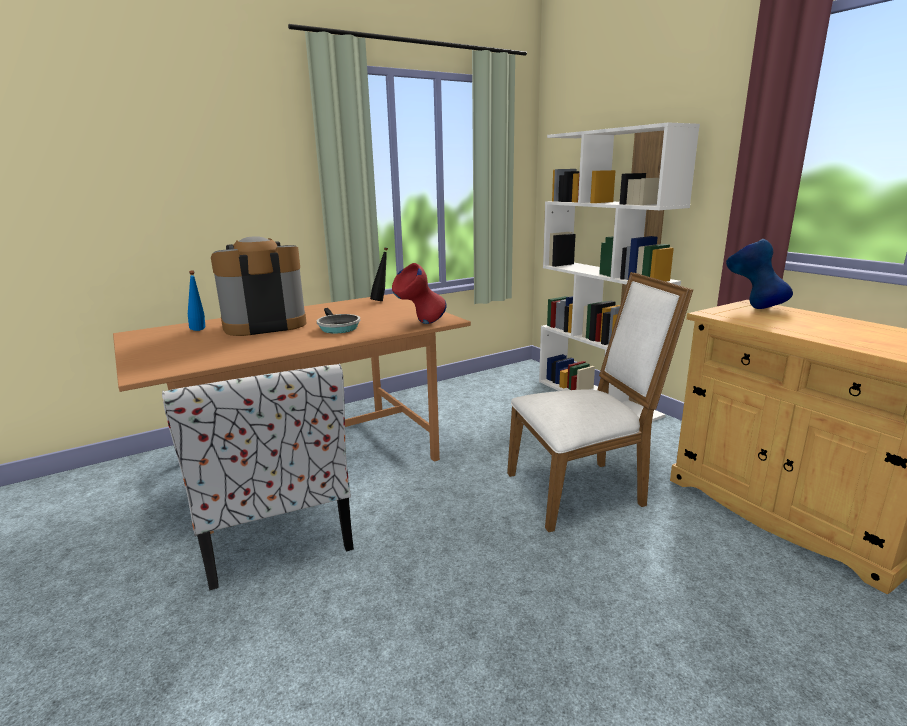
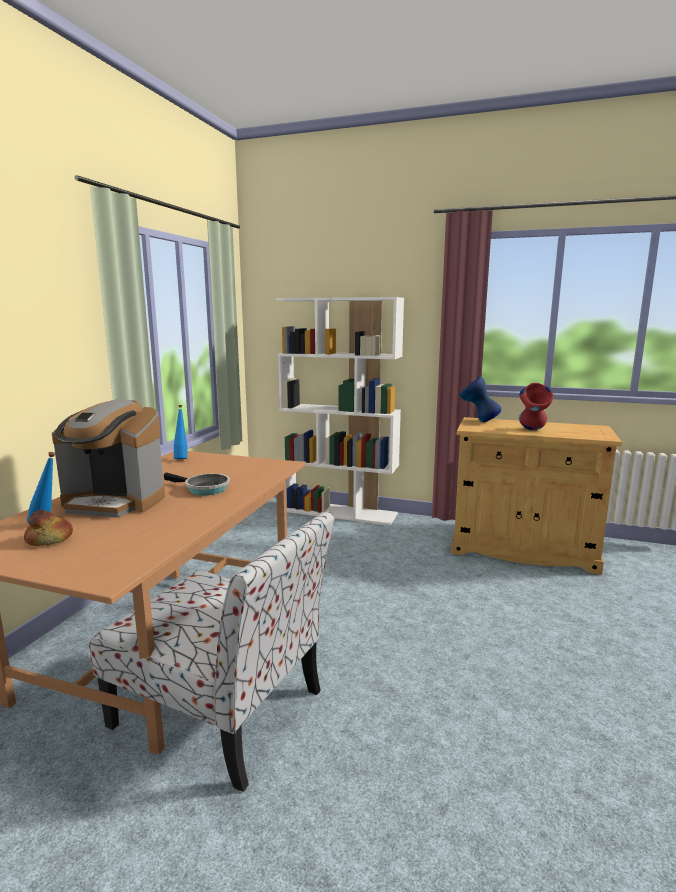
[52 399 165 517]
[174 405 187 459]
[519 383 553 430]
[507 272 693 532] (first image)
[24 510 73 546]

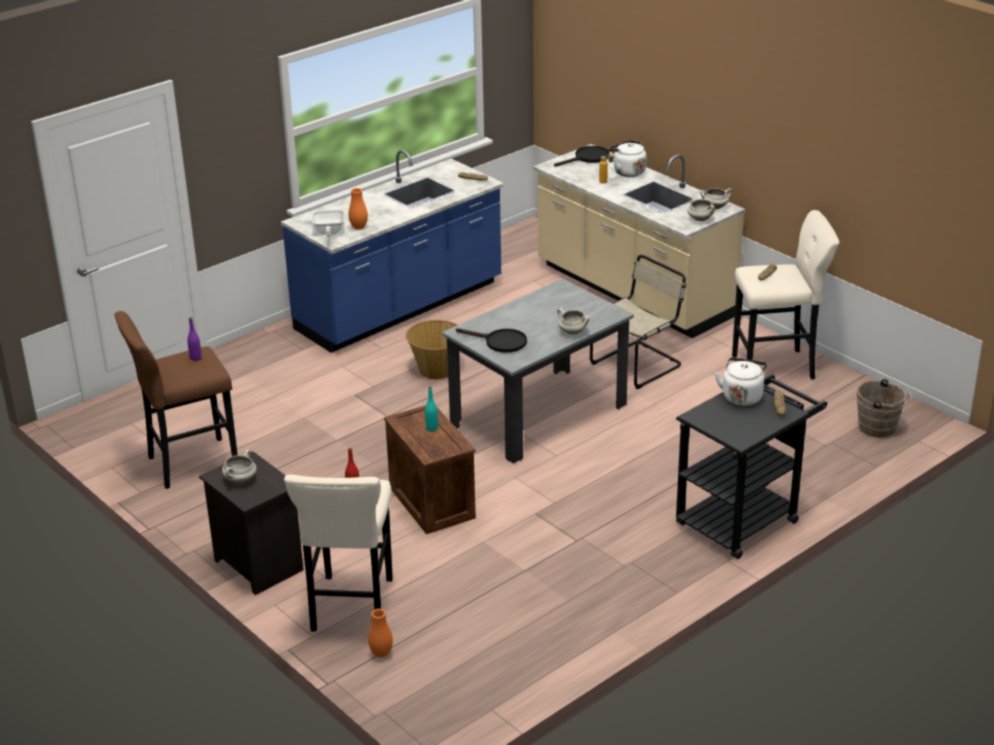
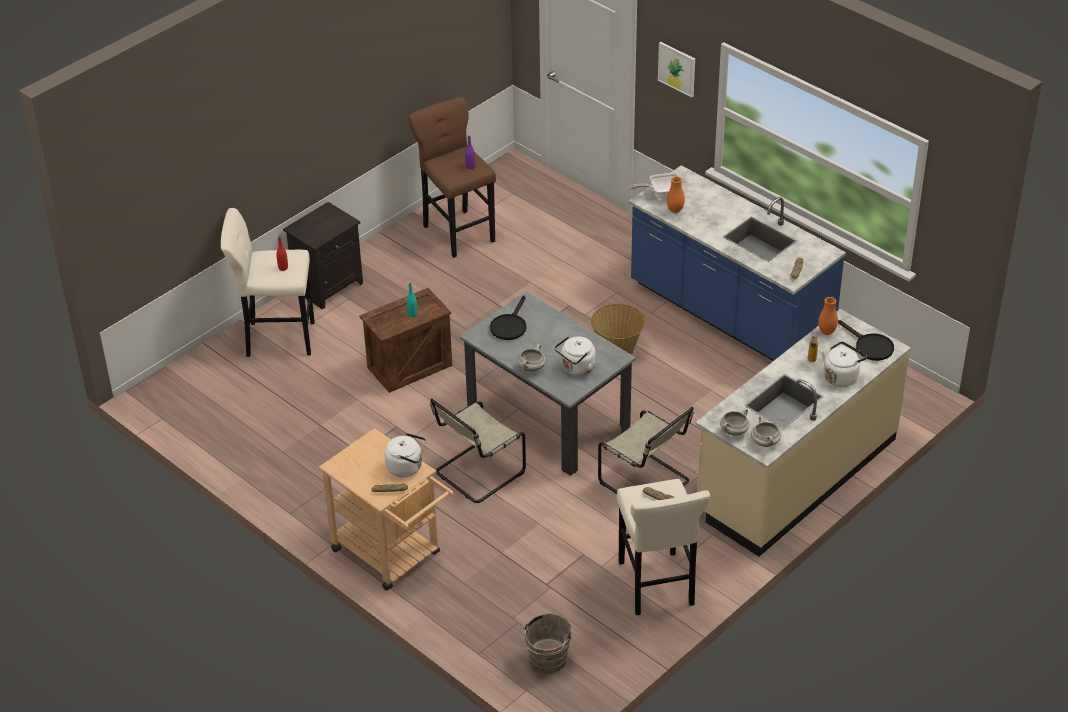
[318 428 454 591]
[222 450 257 483] (first image)
[818 297 838 335]
[658 42 695 98]
[554 336 596 375]
[430 398 526 503]

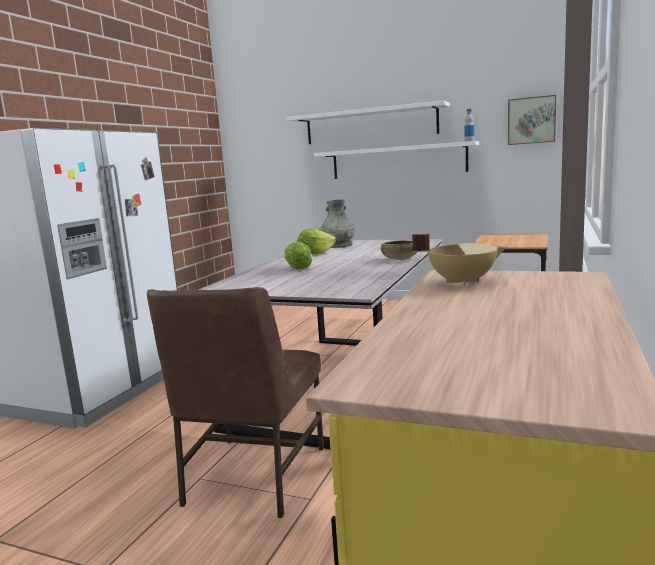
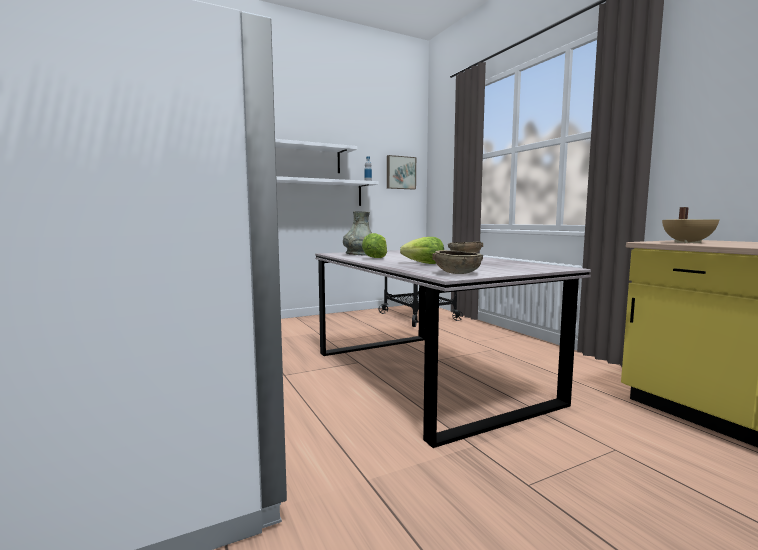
[147 287 324 518] (first image)
[432 250 483 274]

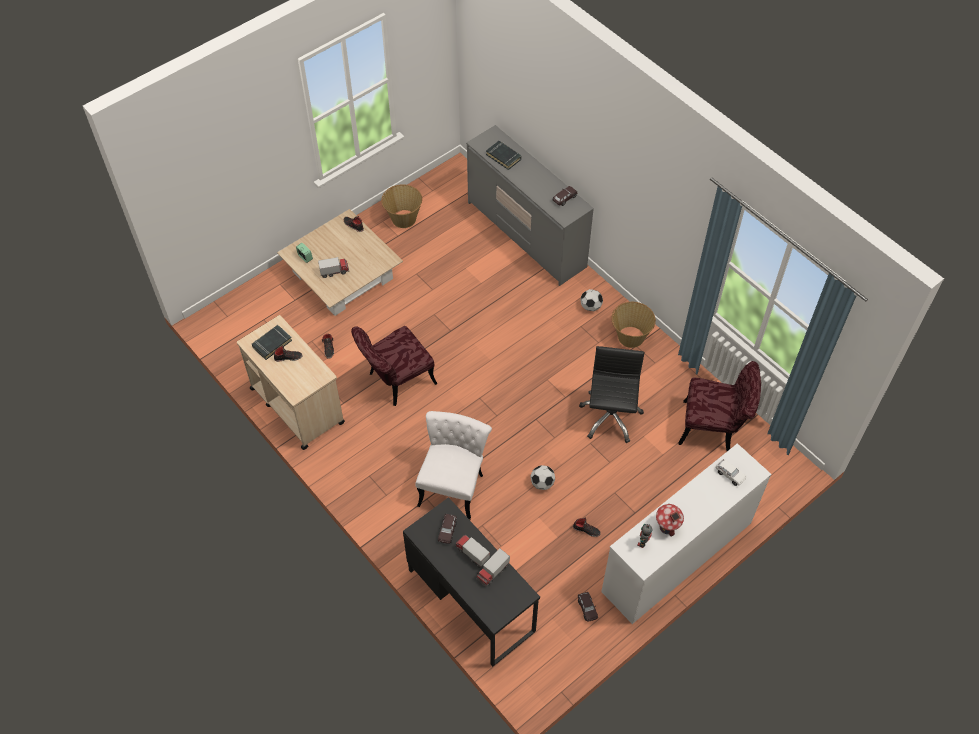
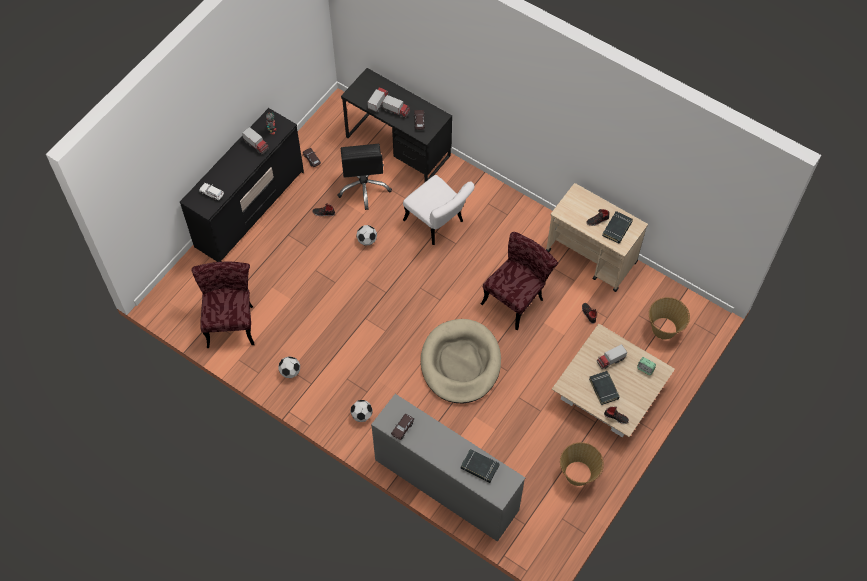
[649 297 690 340]
[337 144 392 210]
[192 262 254 348]
[403 175 474 245]
[180 108 304 262]
[242 127 269 154]
[421 319 501 403]
[279 356 300 378]
[589 371 620 405]

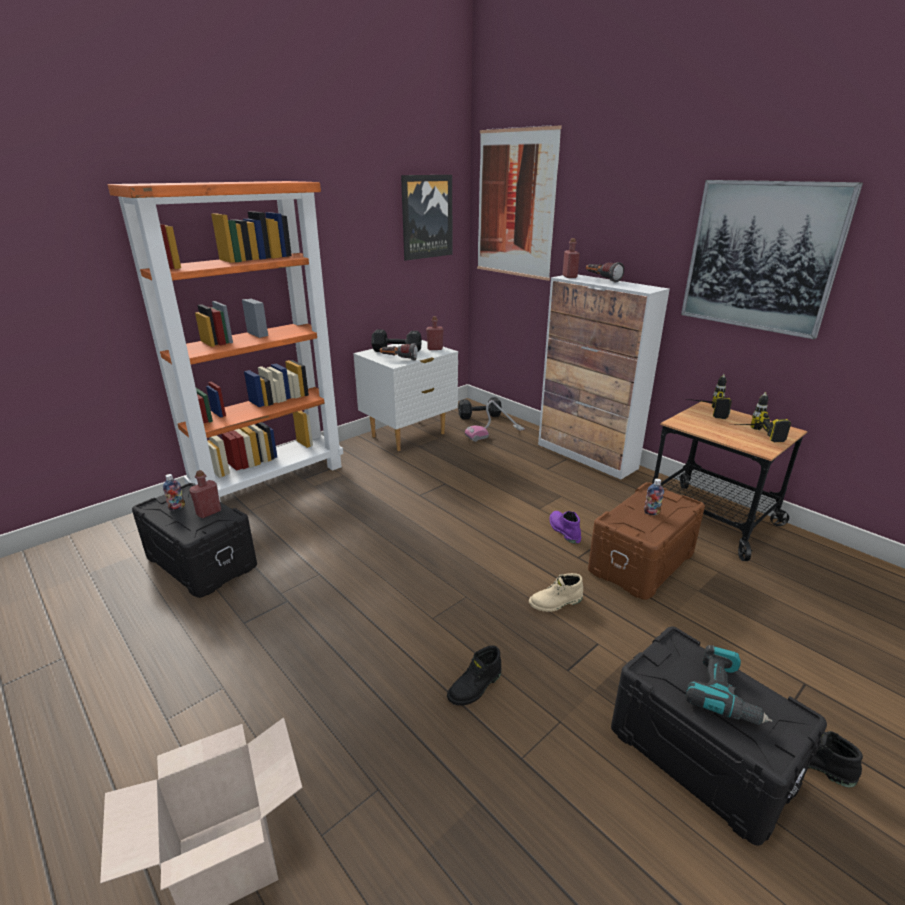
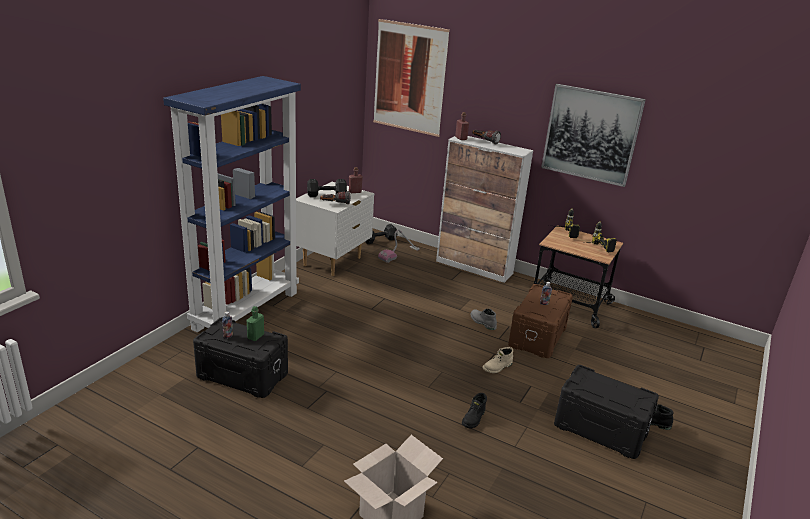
[401 175 452 261] (first image)
[163 76 301 332]
[247 306 264 341]
[470 309 497 330]
[685 645 773 725] (first image)

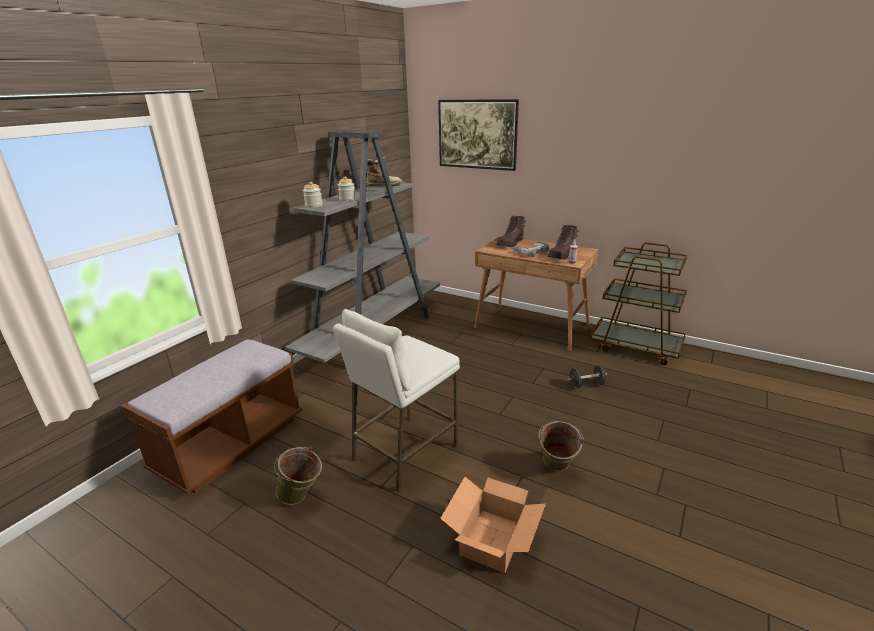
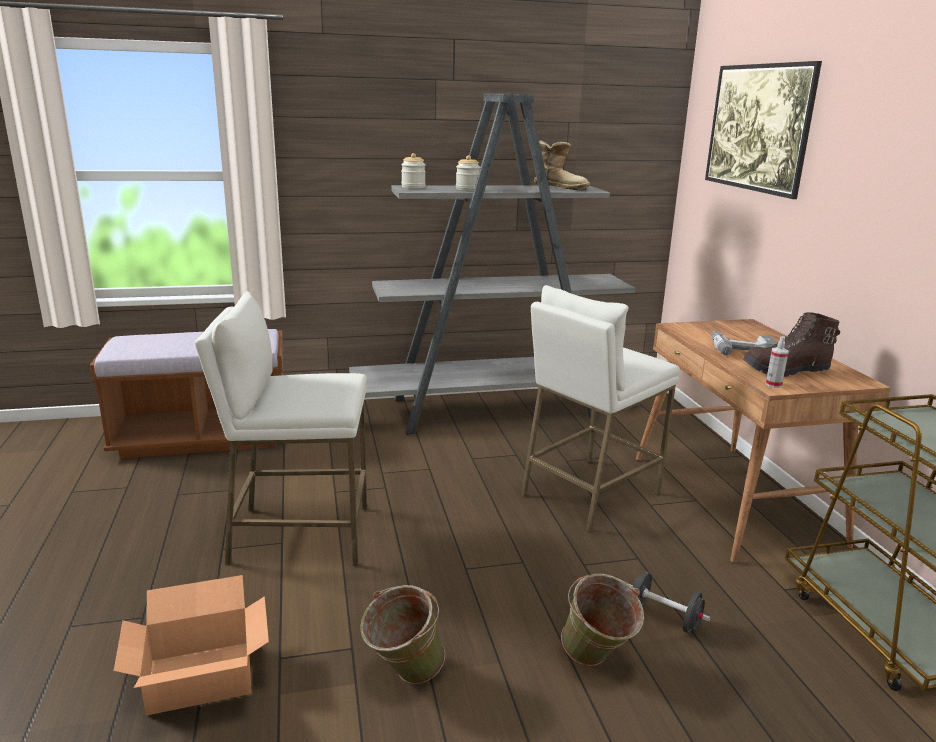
[496 216 526 248] (first image)
[561 574 644 666]
[521 285 680 532]

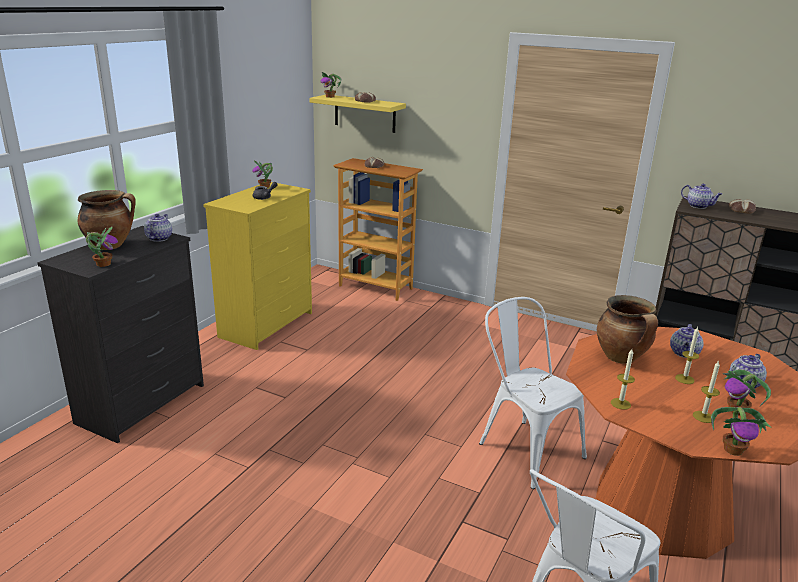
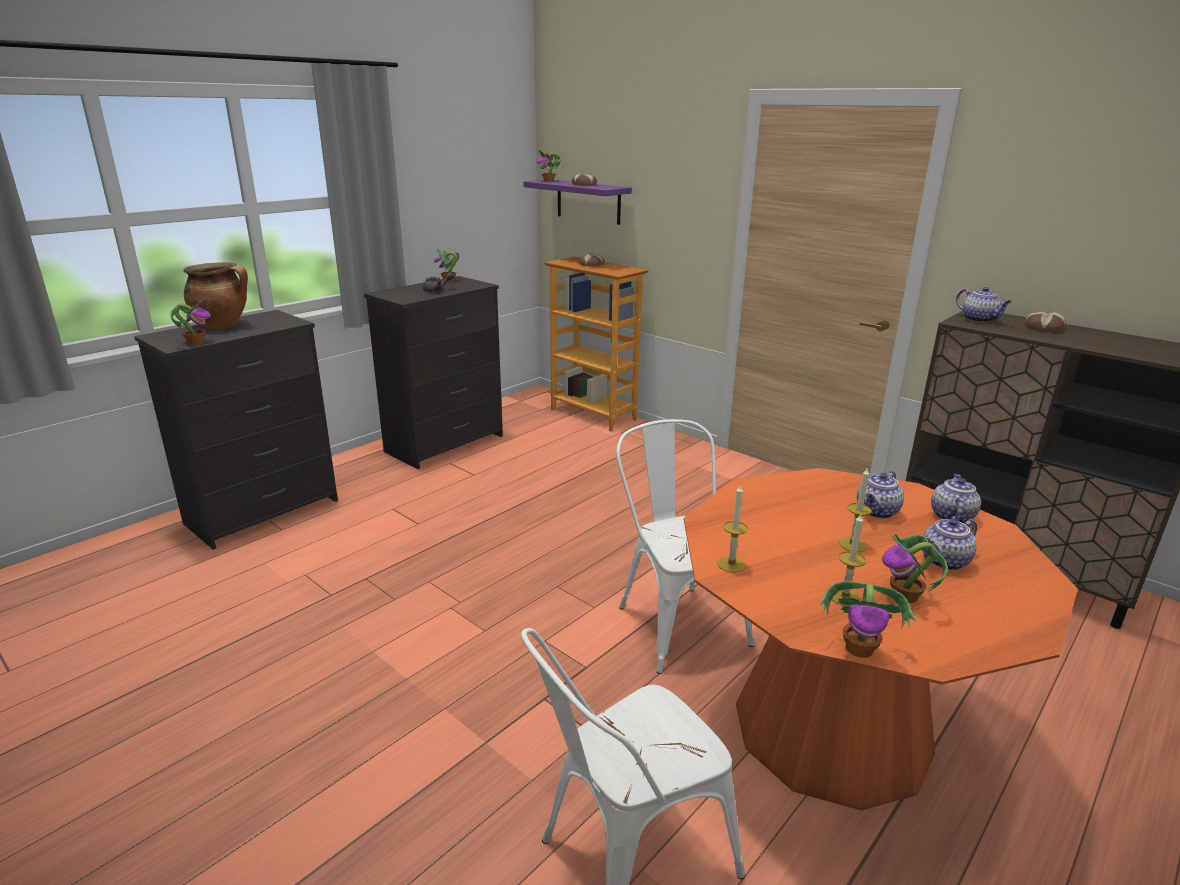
[523 180 632 225]
[364 276 503 469]
[931 474 981 524]
[597 295 658 364] (first image)

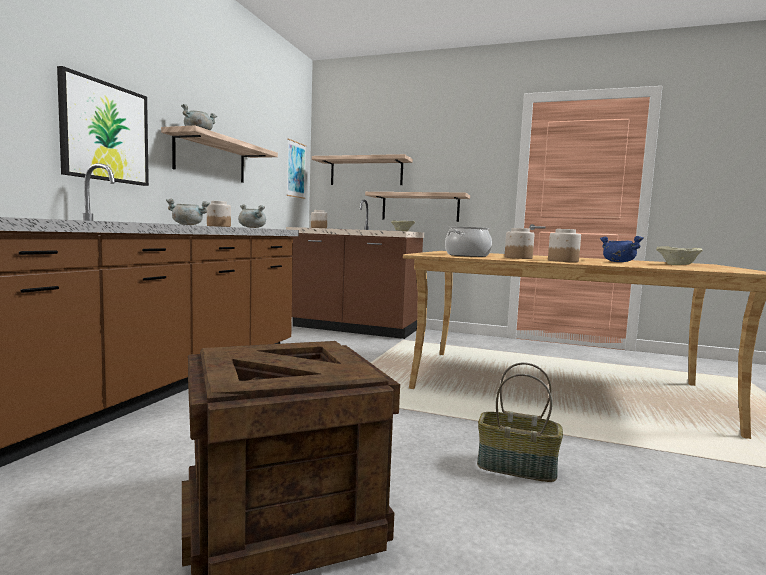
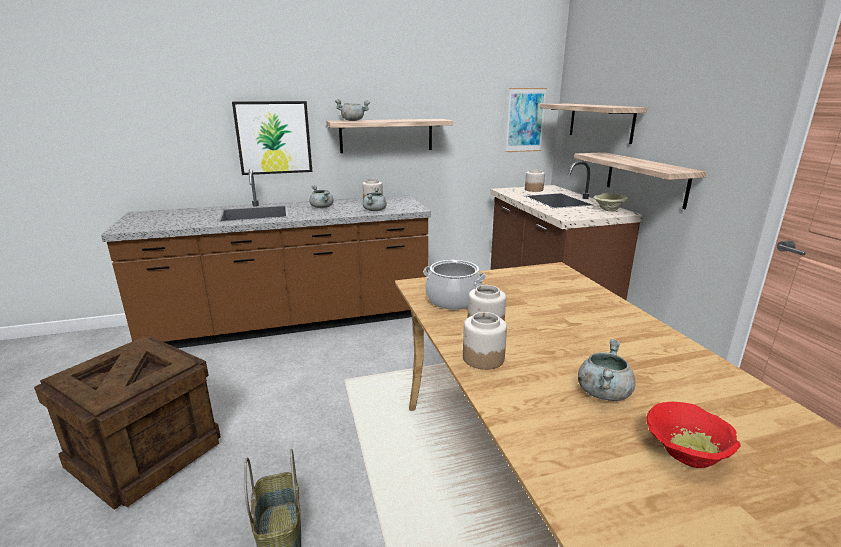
[578 339 636 401]
[646 401 741 468]

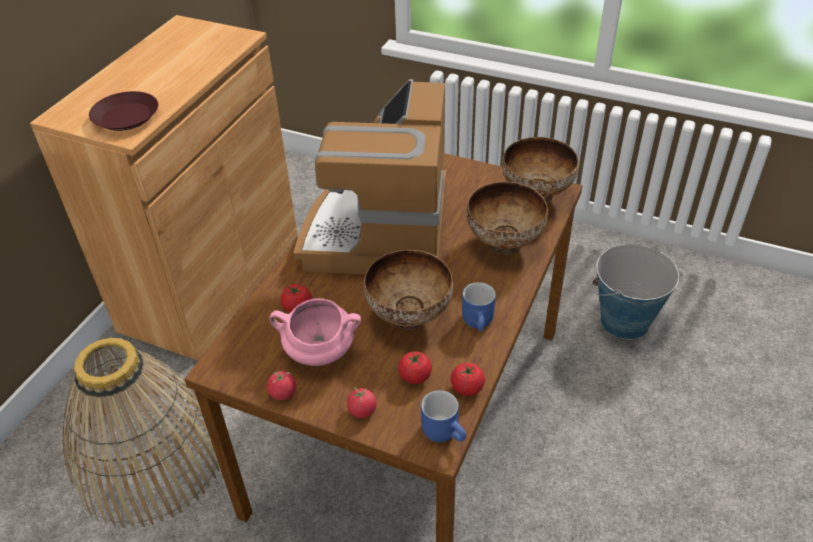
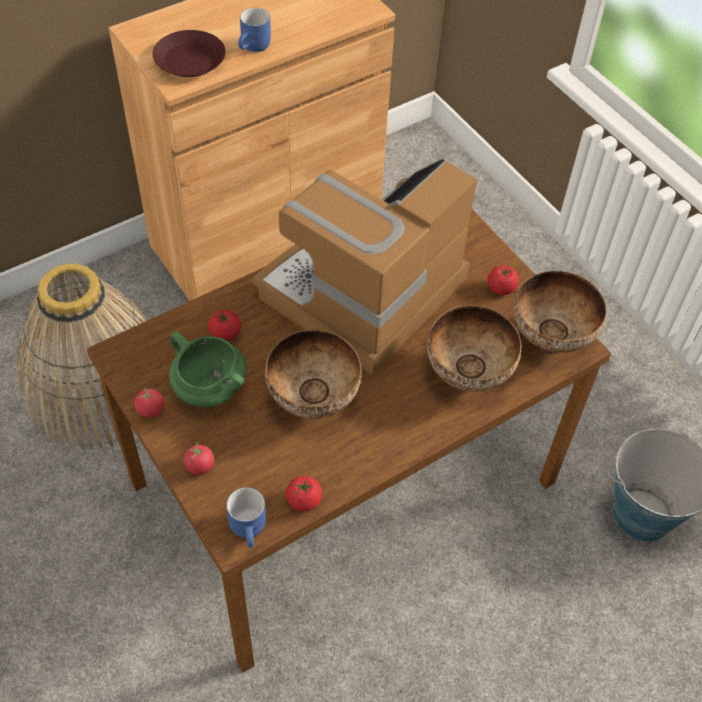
[238 7 271 52]
[169 332 246 407]
[488 265 519 295]

